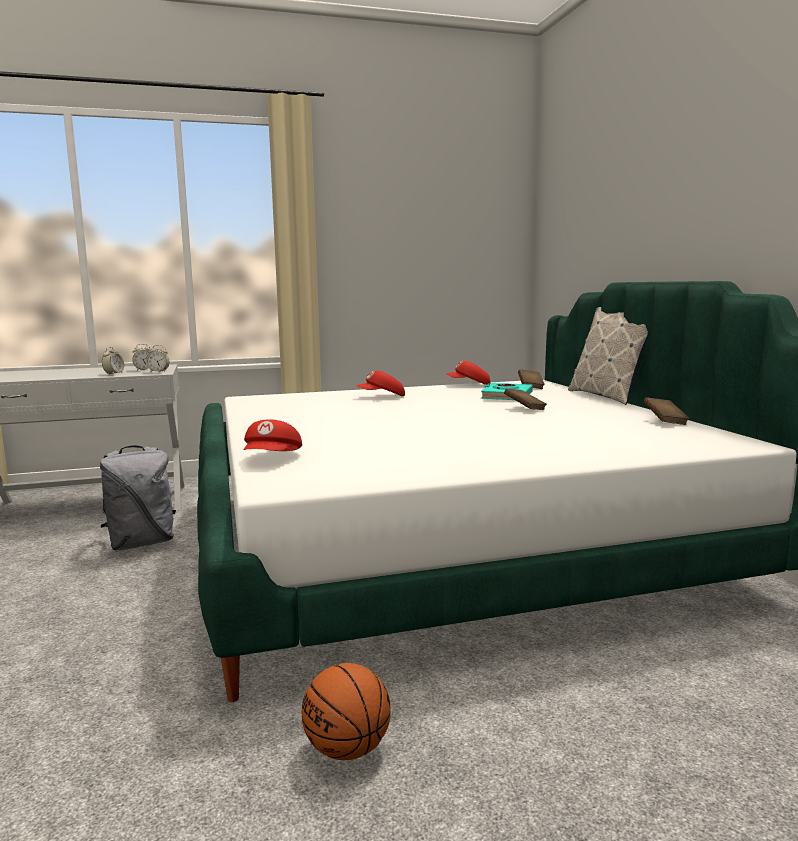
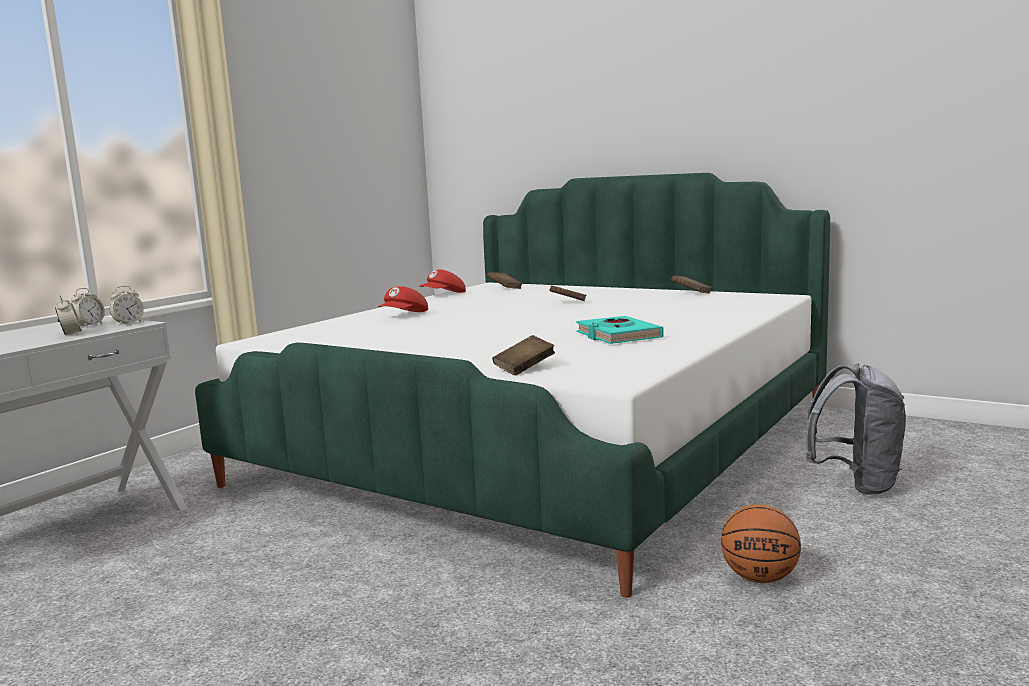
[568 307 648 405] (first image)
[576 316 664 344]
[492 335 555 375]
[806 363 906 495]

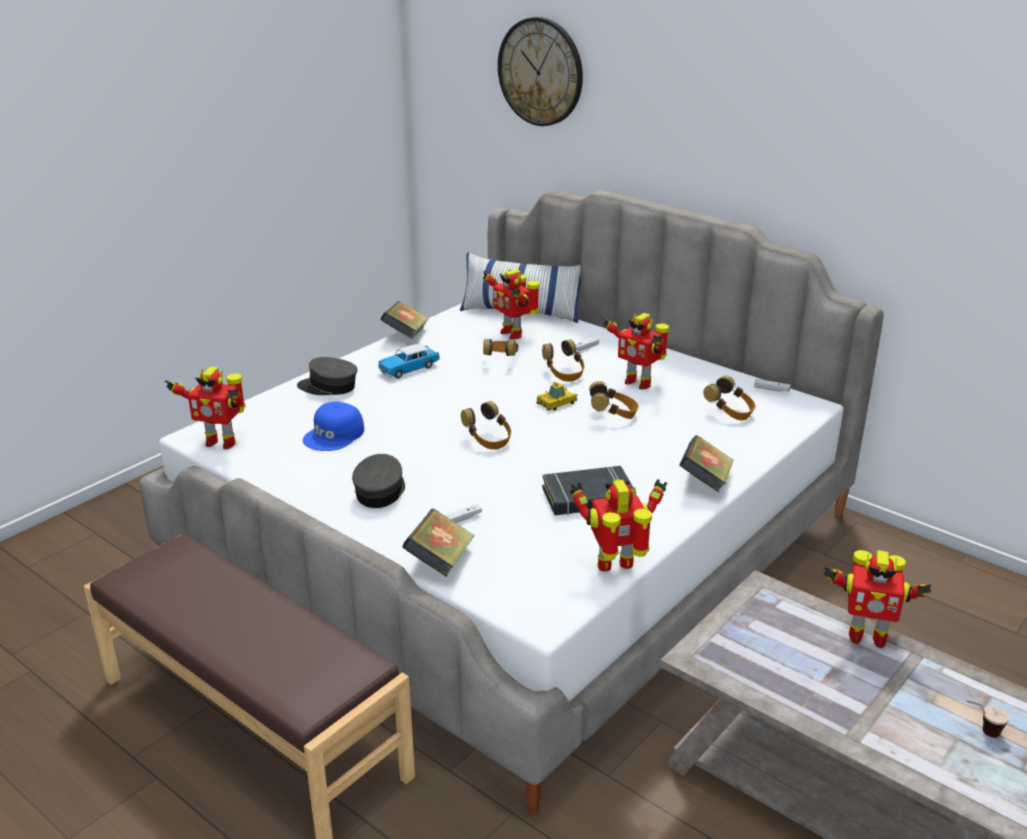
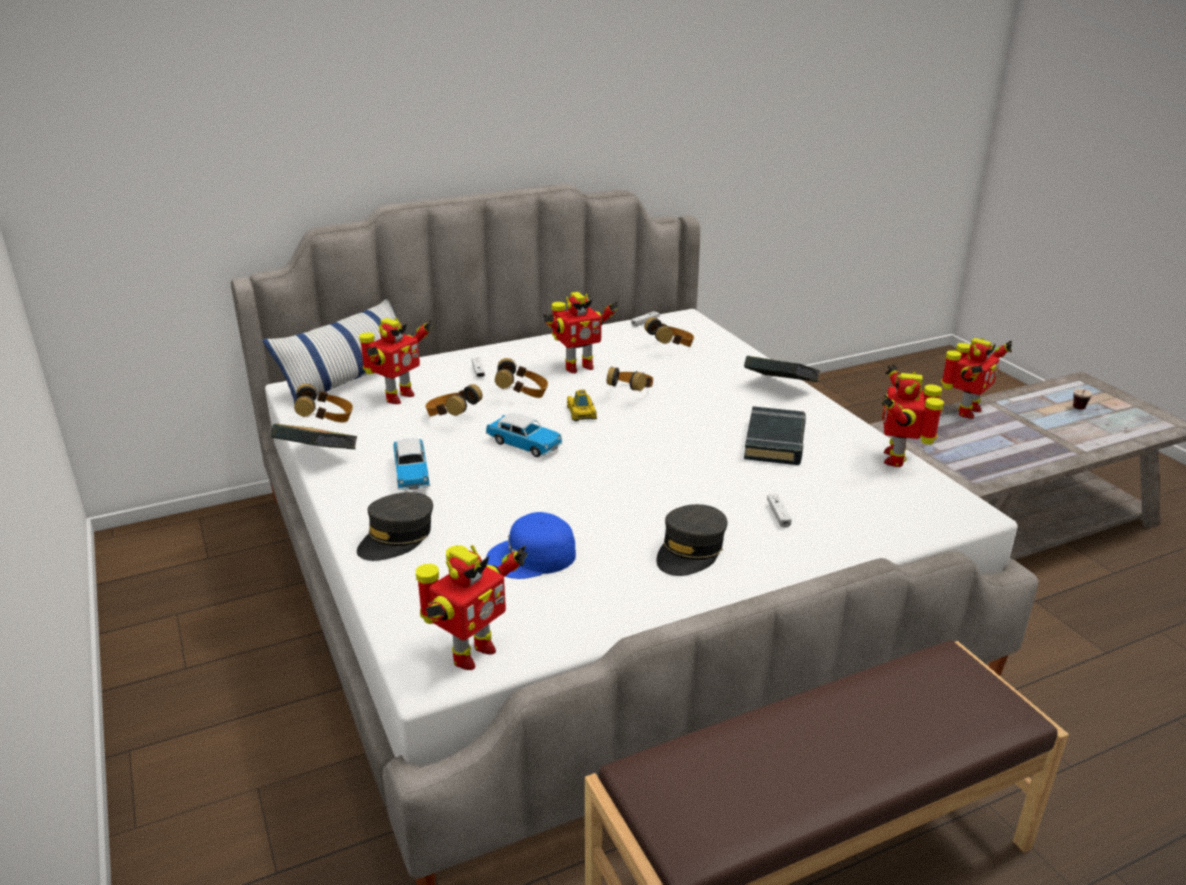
[498 17 583 126] (first image)
[359 318 433 404]
[486 512 576 579]
[294 384 353 423]
[656 504 727 576]
[402 508 475 576] (first image)
[486 413 563 457]

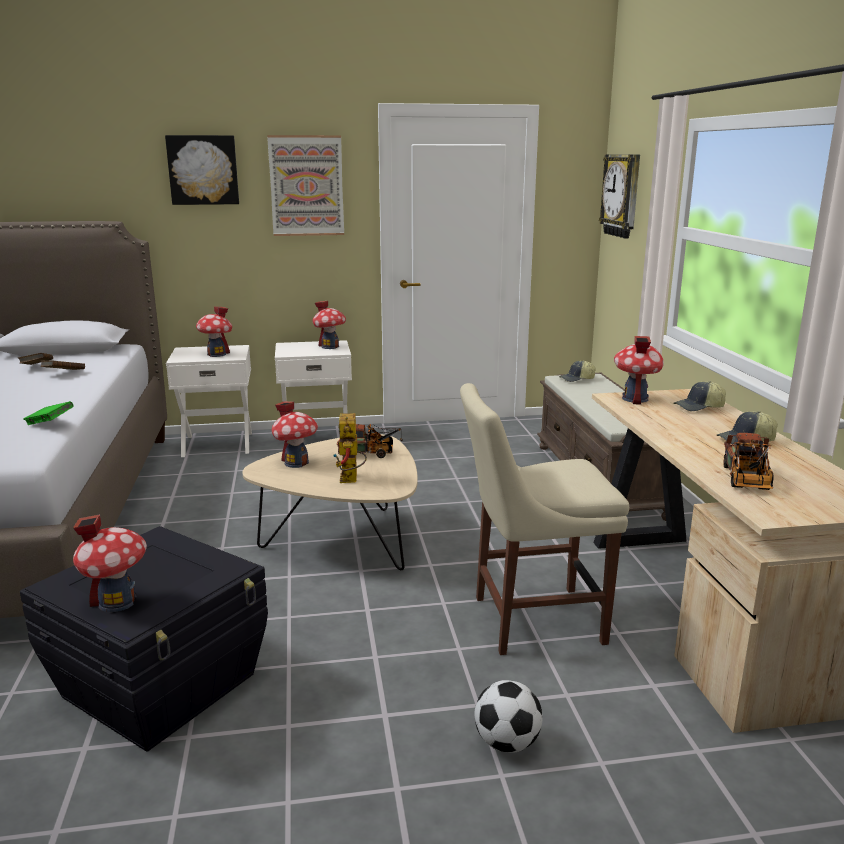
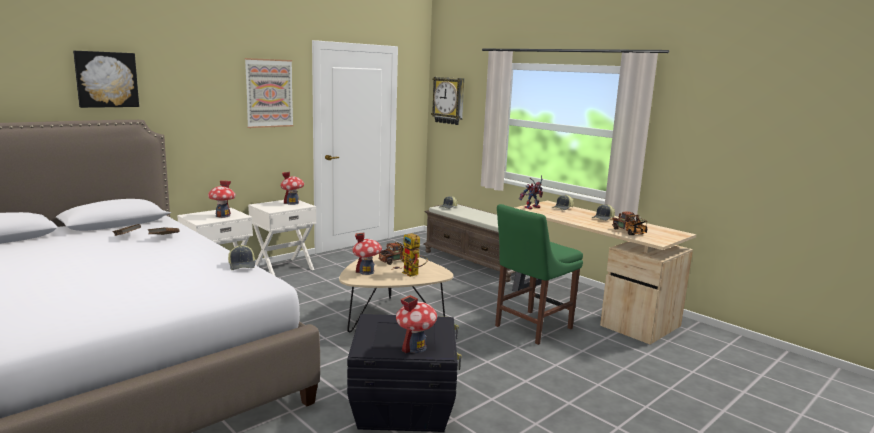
[73 51 139 108]
[519 175 543 209]
[495 204 583 345]
[228 245 255 270]
[474 680 542 753] (first image)

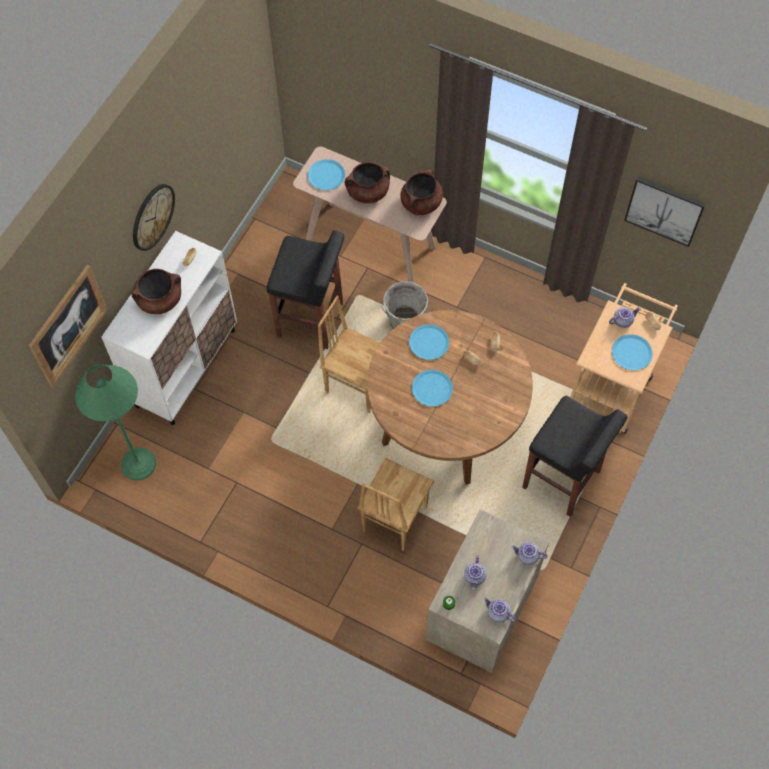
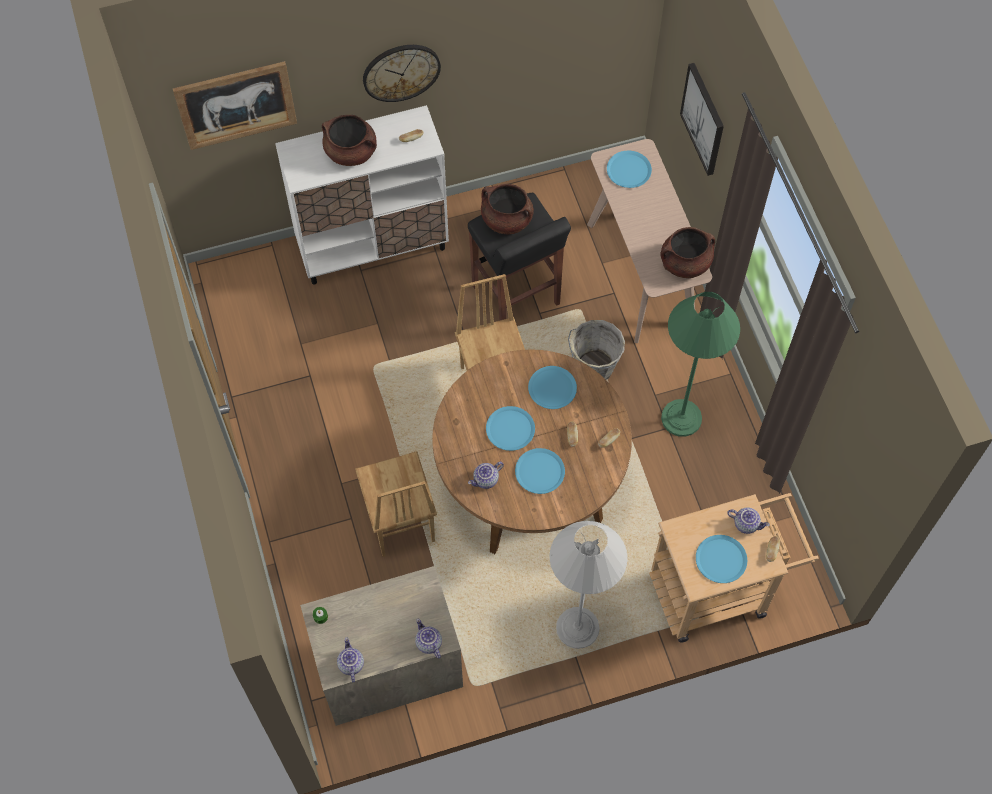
[481 184 534 234]
[680 63 724 176]
[661 292 740 436]
[549 521 628 649]
[355 451 437 557]
[468 462 504 489]
[515 448 565 494]

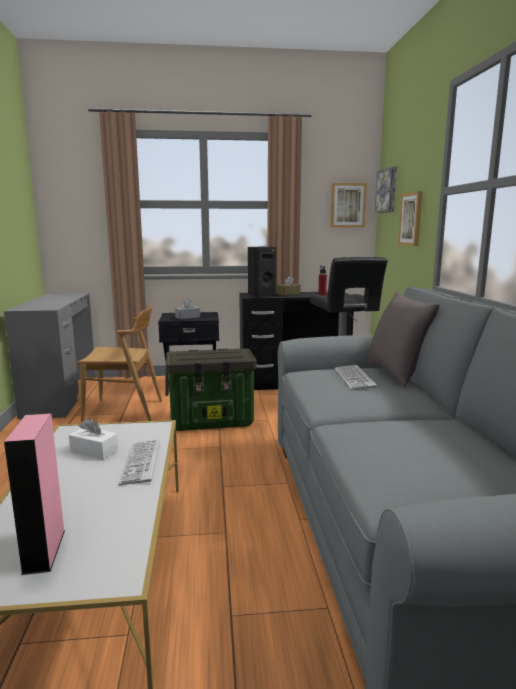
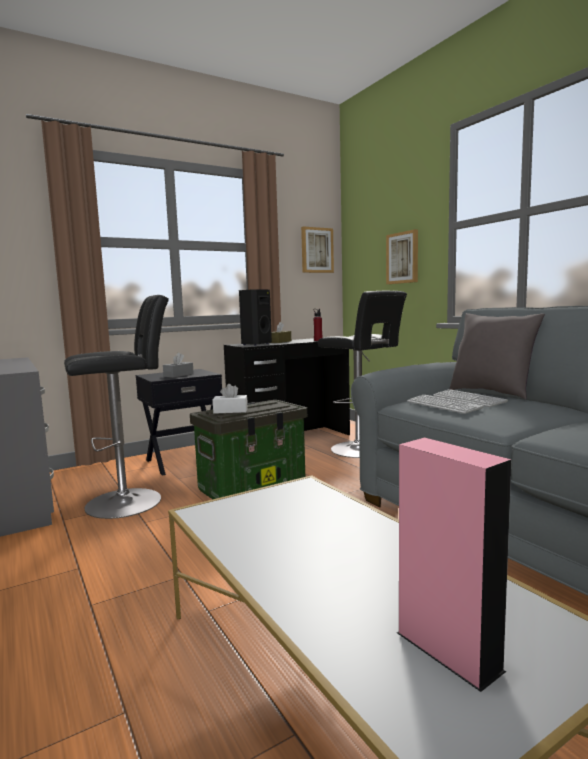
[375 167 397 213] (first image)
[64 295 169 519]
[213 384 248 414]
[407 395 484 414]

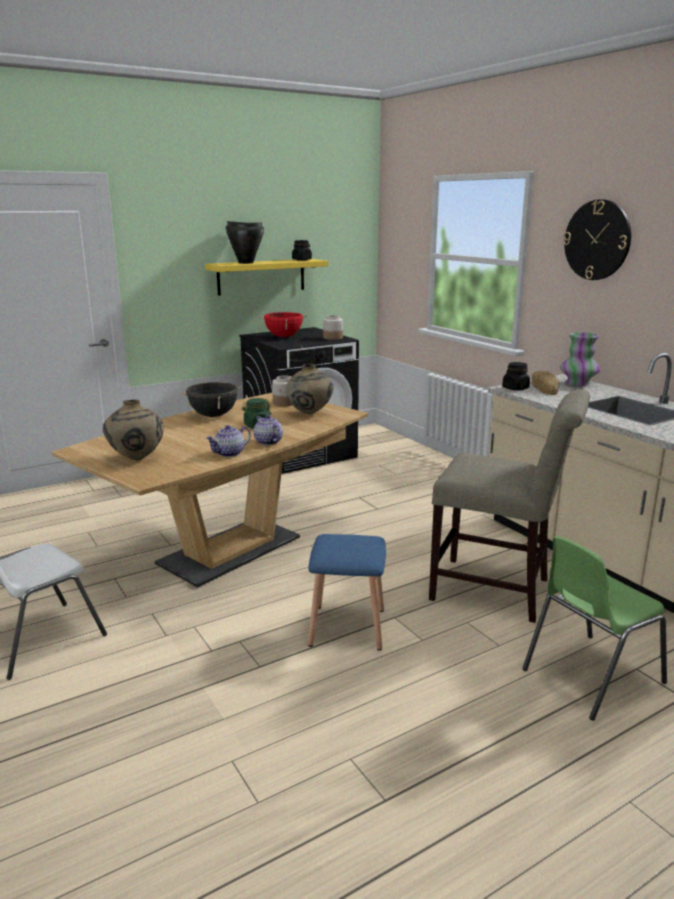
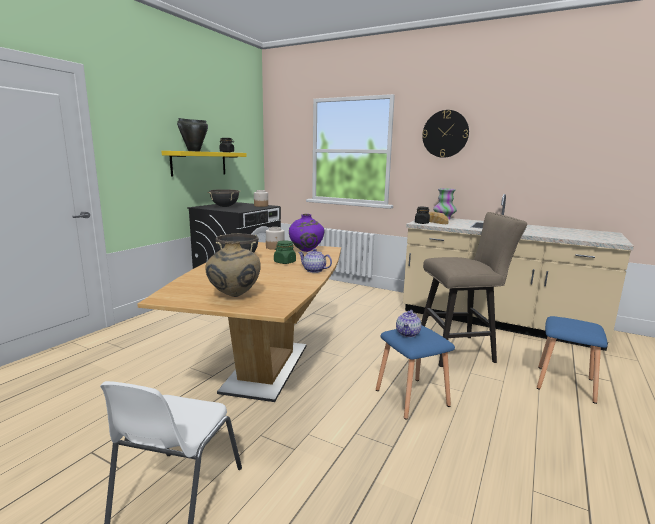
[207 189 240 207]
[289 214 325 252]
[421 212 527 367]
[396 310 421 337]
[537 316 608 404]

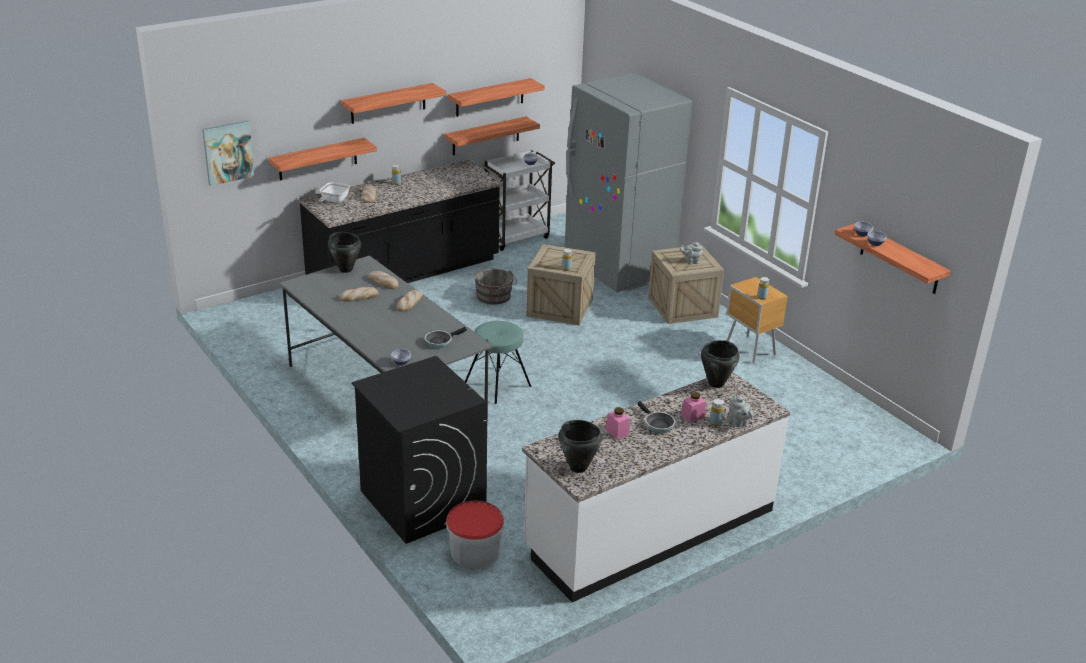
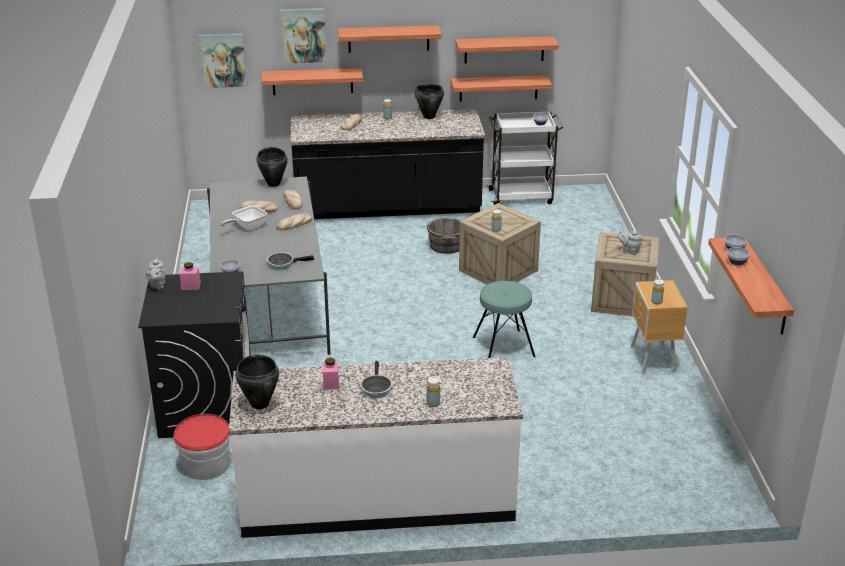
[565 73 692 292] (first image)
[220 205 267 230]
[473 281 536 358]
[415 84 444 119]
[180 262 201 290]
[146 258 166 289]
[280 8 327 64]

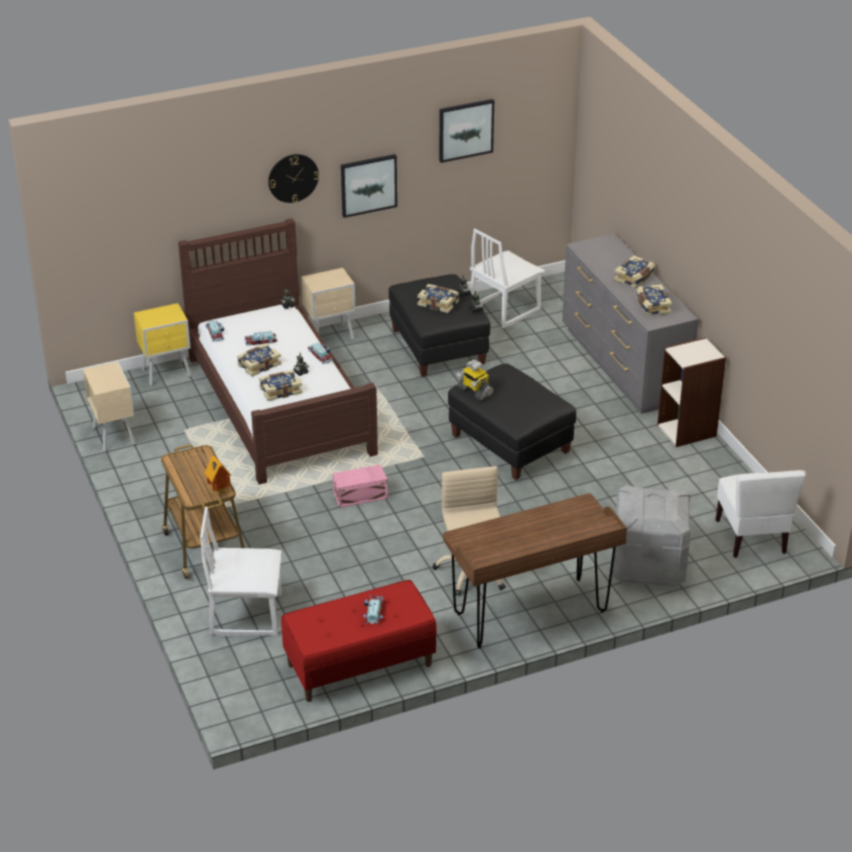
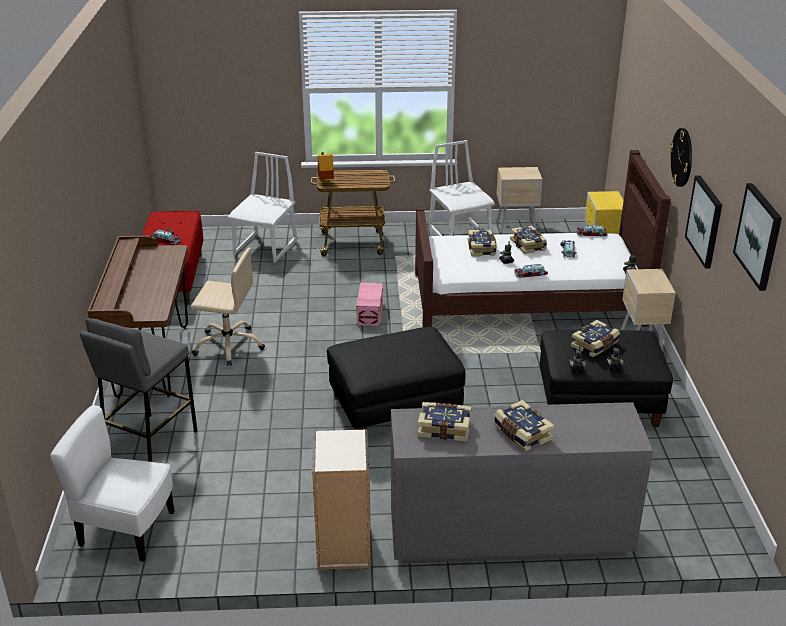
[429 140 495 236]
[456 360 494 401] (first image)
[80 318 197 462]

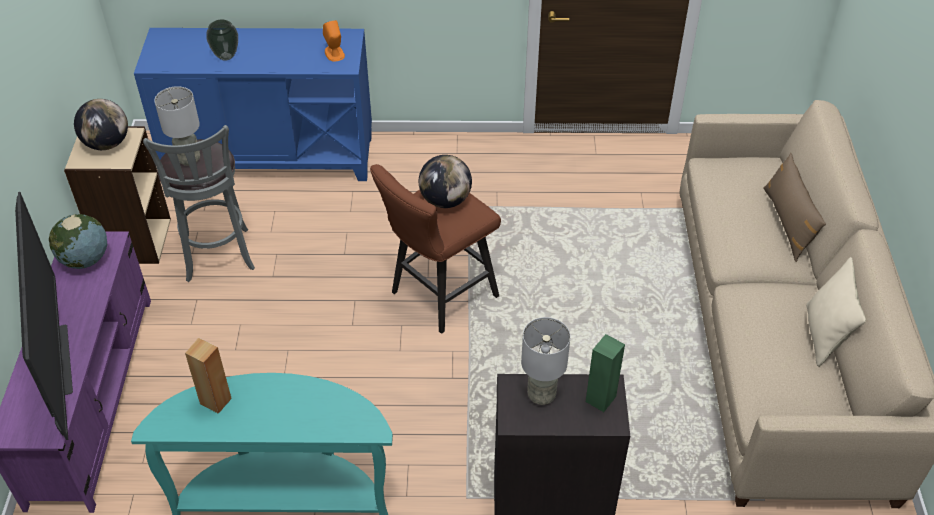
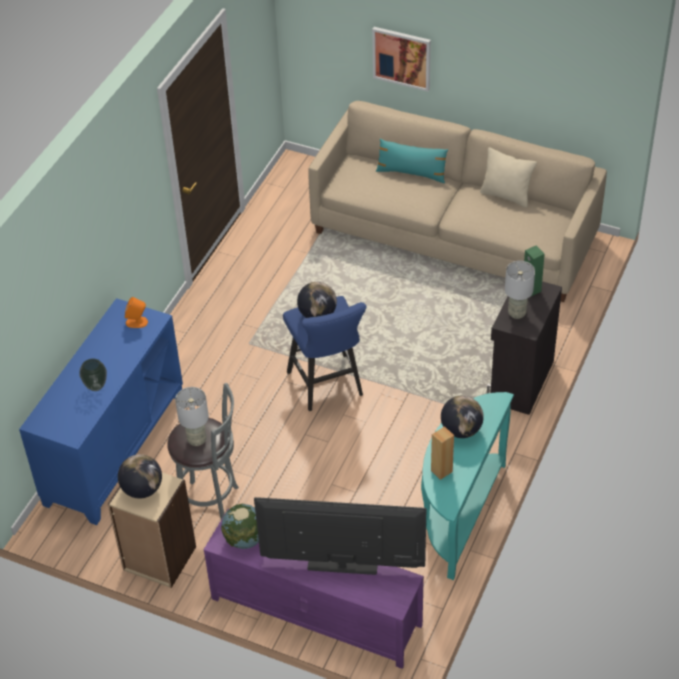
[376 139 448 183]
[283 296 367 411]
[372 27 431 92]
[441 395 484 438]

